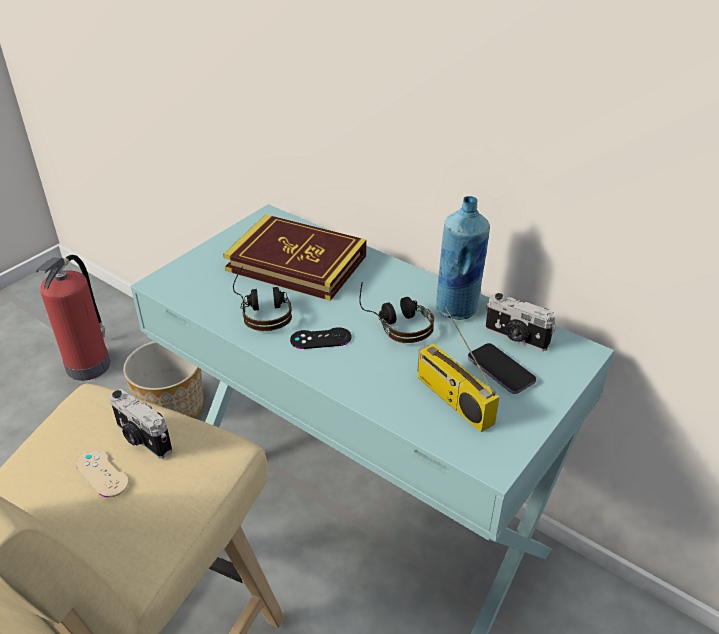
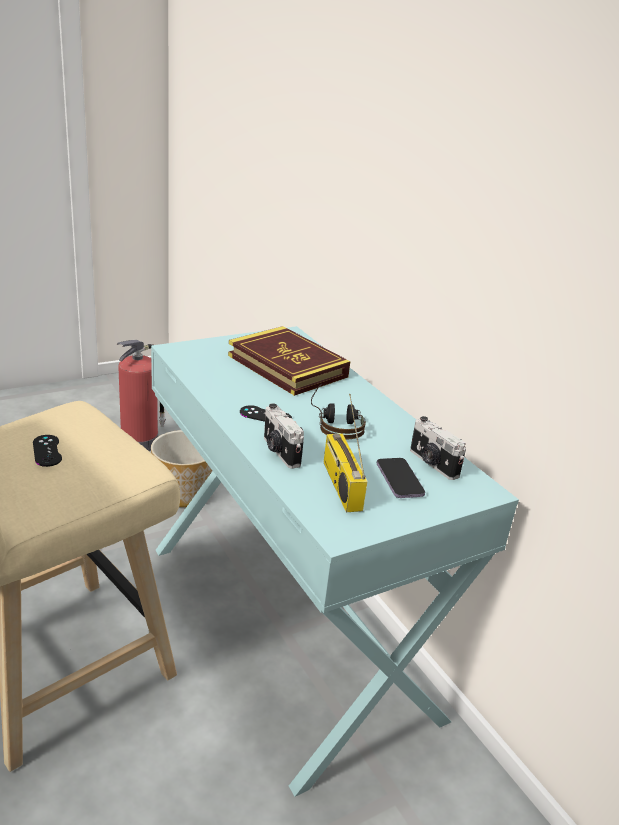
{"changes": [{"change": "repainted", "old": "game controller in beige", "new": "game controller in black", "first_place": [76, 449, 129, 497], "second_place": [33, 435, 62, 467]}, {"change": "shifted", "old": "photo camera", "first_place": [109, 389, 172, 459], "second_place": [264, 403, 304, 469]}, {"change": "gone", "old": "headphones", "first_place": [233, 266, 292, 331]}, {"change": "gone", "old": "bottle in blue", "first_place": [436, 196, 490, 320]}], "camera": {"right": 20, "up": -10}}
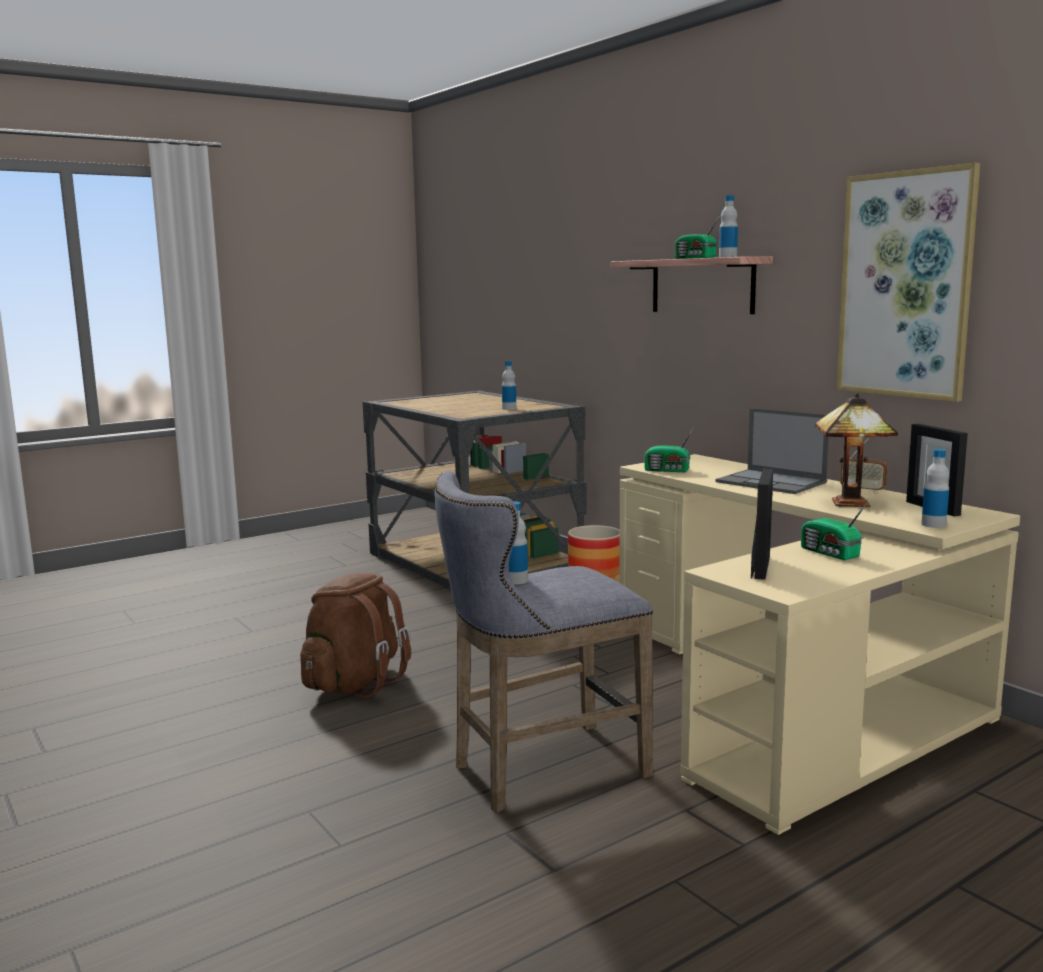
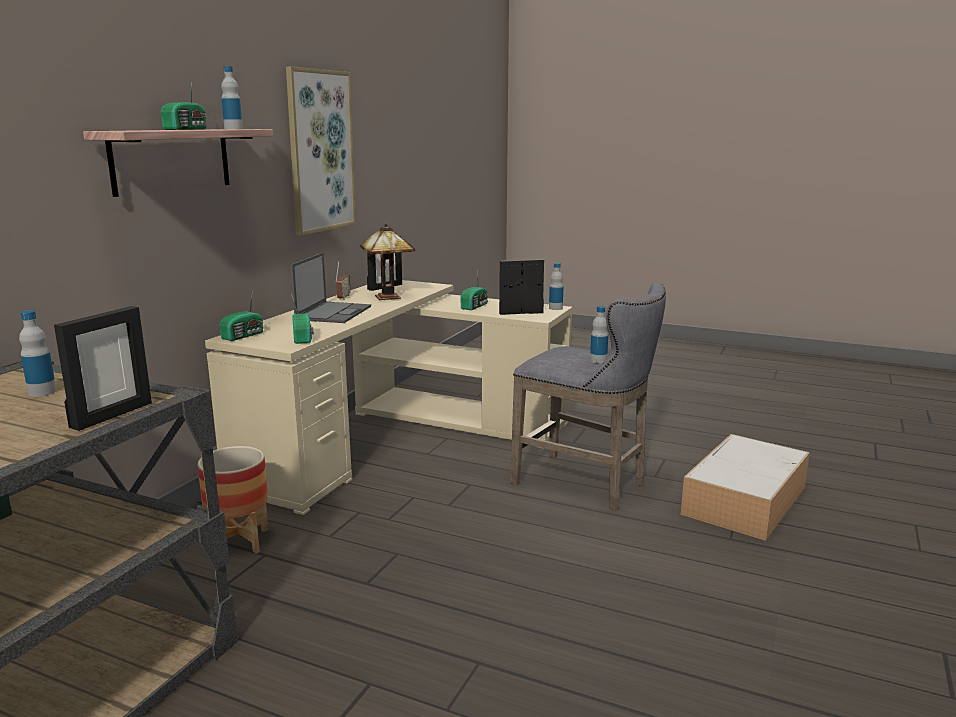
{"changes": [{"change": "gone", "old": "backpack in brown", "first_place": [300, 573, 411, 697]}, {"change": "shifted", "old": "bottle", "first_place": [921, 449, 949, 528], "second_place": [549, 262, 563, 310]}, {"change": "new", "new": "picture frame", "second_place": [54, 306, 152, 431]}, {"change": "new", "new": "radio", "second_place": [219, 290, 263, 341]}, {"change": "new", "new": "storage box", "second_place": [681, 434, 810, 541]}], "camera": {"right": -120, "up": 5}}
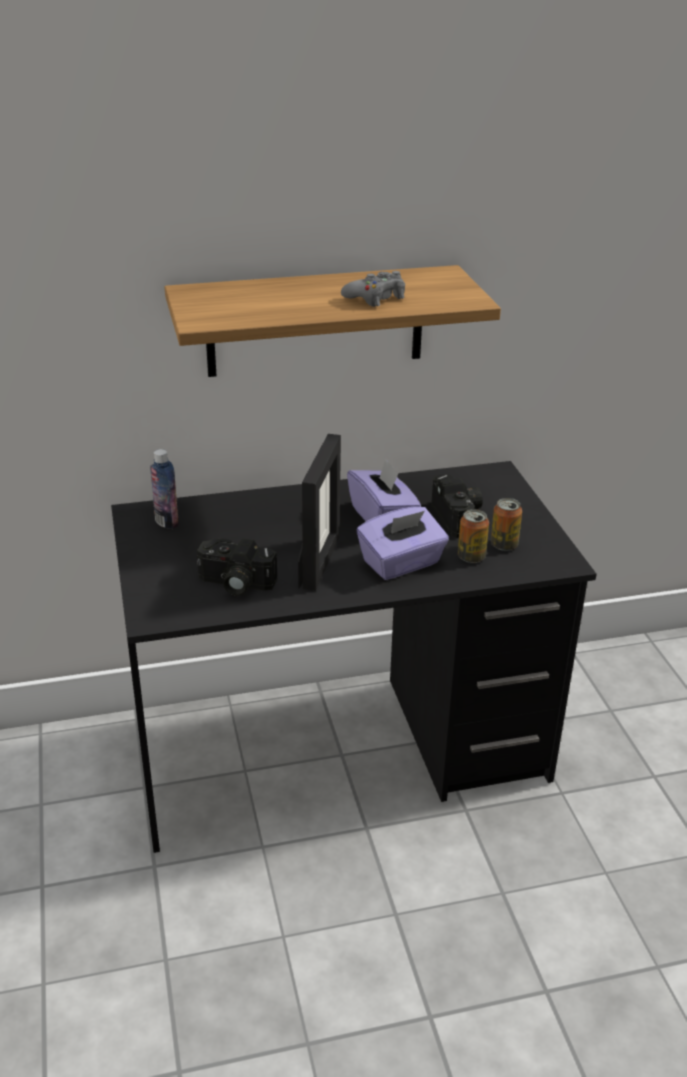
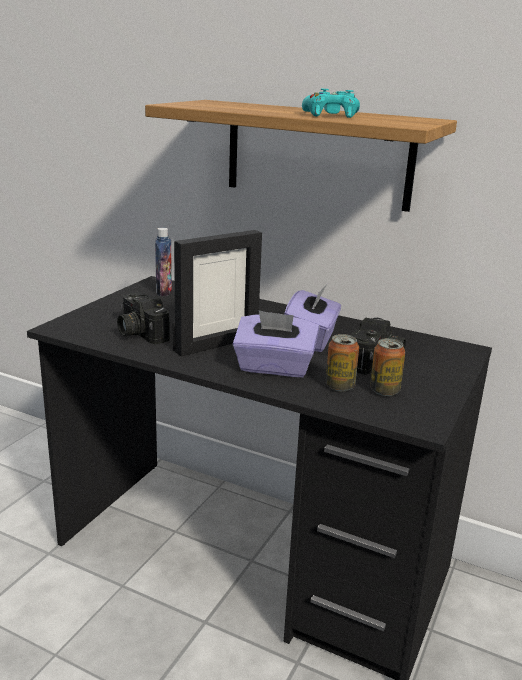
{"changes": [{"change": "repainted", "old": "game controller in grey", "new": "game controller in turquoise", "first_place": [341, 271, 405, 307], "second_place": [302, 89, 360, 118]}], "camera": {"right": 40, "up": -10}}
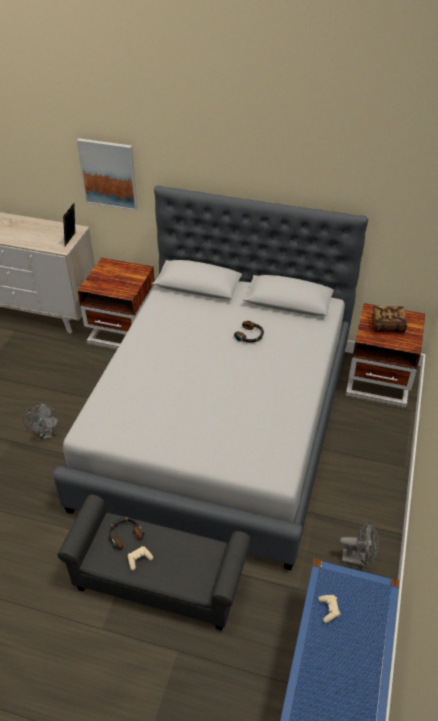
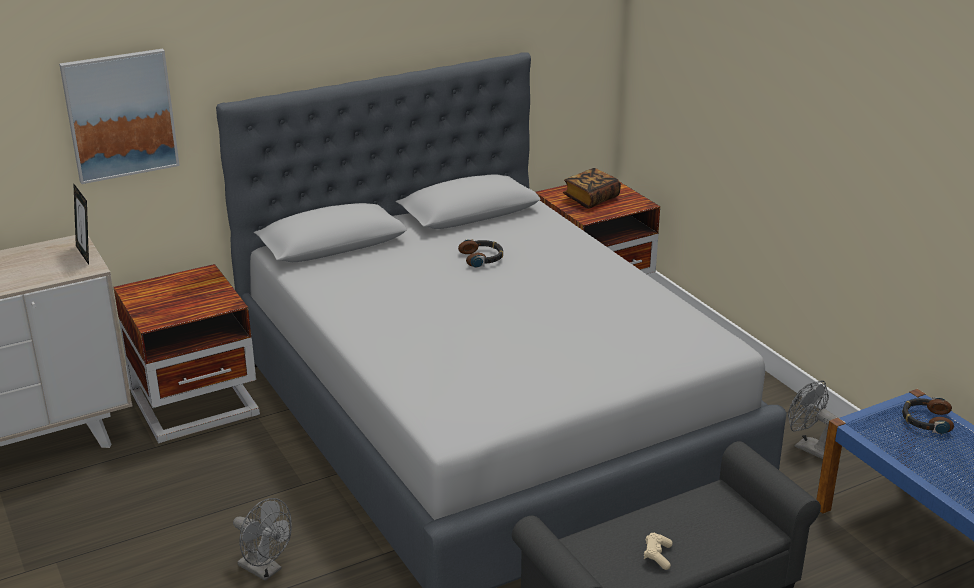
{"changes": [{"change": "shifted", "old": "headphones", "first_place": [108, 517, 144, 550], "second_place": [902, 397, 954, 434]}, {"change": "gone", "old": "game controller in beige", "first_place": [318, 595, 341, 623]}, {"change": "rotated", "old": "fan in grey", "first_place": [340, 522, 379, 567], "second_place": [788, 380, 838, 459], "degrees": -105}], "camera": {"right": -45, "up": -15}}
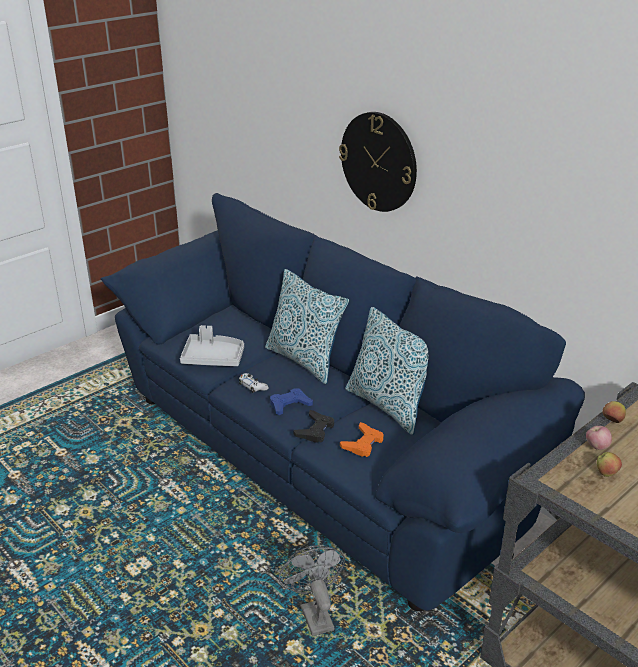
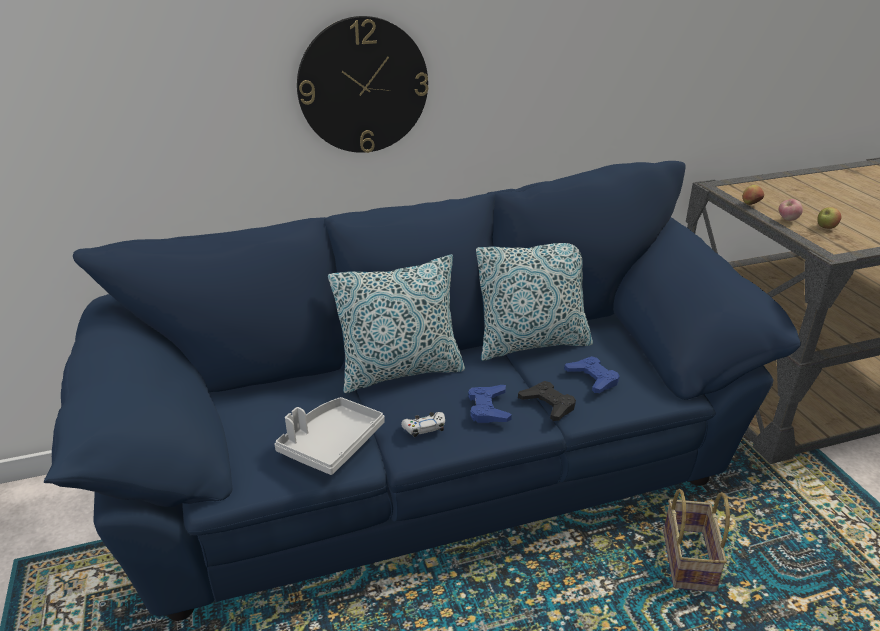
{"changes": [{"change": "swapped", "old": "fan in grey", "new": "basket", "first_place": [279, 545, 345, 636], "second_place": [663, 489, 730, 592]}, {"change": "repainted", "old": "game controller in orange", "new": "game controller in blue", "first_place": [340, 422, 384, 457], "second_place": [564, 356, 620, 393]}], "camera": {"right": -65, "up": 0}}
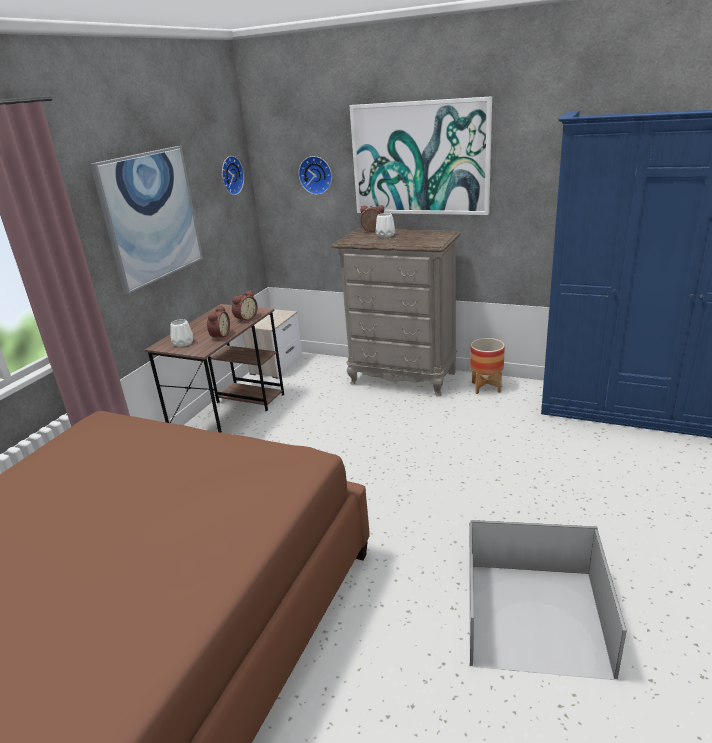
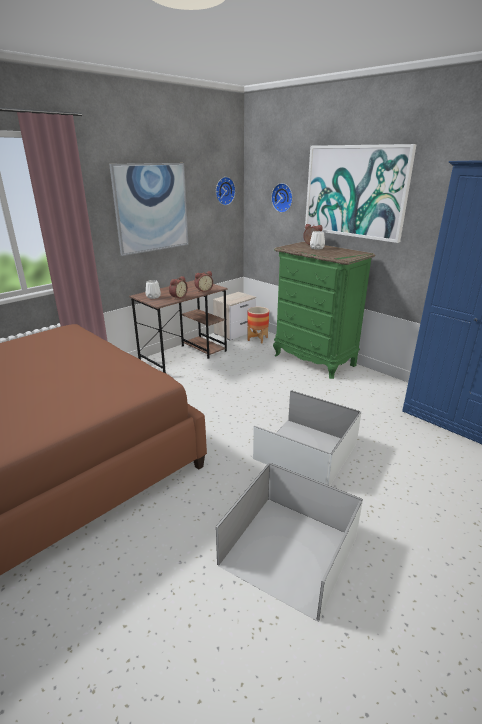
{"changes": [{"change": "repainted", "old": "dresser in beige", "new": "dresser in green", "first_place": [332, 229, 461, 397], "second_place": [273, 242, 375, 379]}, {"change": "shifted", "old": "planter", "first_place": [470, 338, 505, 394], "second_place": [247, 307, 269, 343]}, {"change": "new", "new": "storage box in white", "second_place": [253, 390, 362, 486]}], "camera": {"right": 20, "up": 0}}
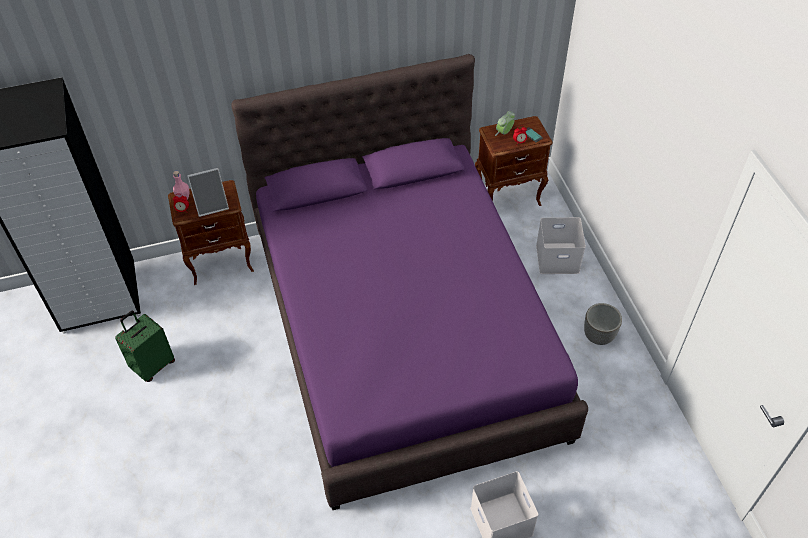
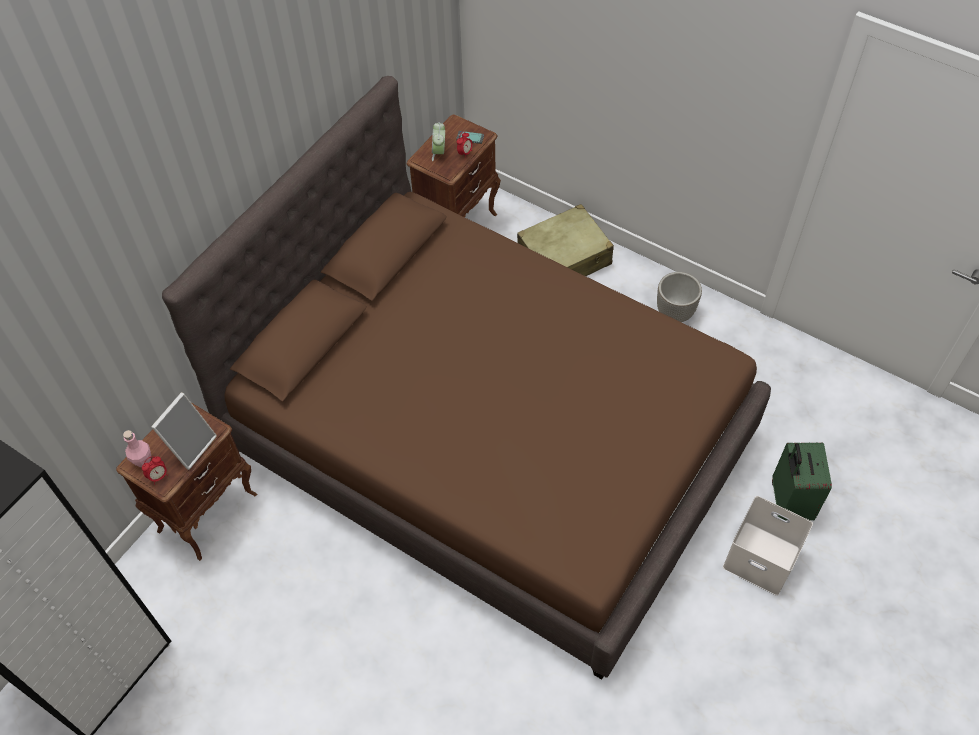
{"changes": [{"change": "shifted", "old": "suitcase in green", "first_place": [115, 311, 175, 382], "second_place": [772, 443, 832, 521]}, {"change": "repainted", "old": "bed in purple", "new": "bed in brown", "first_place": [231, 54, 588, 510], "second_place": [162, 76, 771, 680]}, {"change": "swapped", "old": "storage box in white", "new": "suitcase in beige", "first_place": [536, 217, 586, 274], "second_place": [517, 204, 614, 276]}], "camera": {"right": -40, "up": 5}}
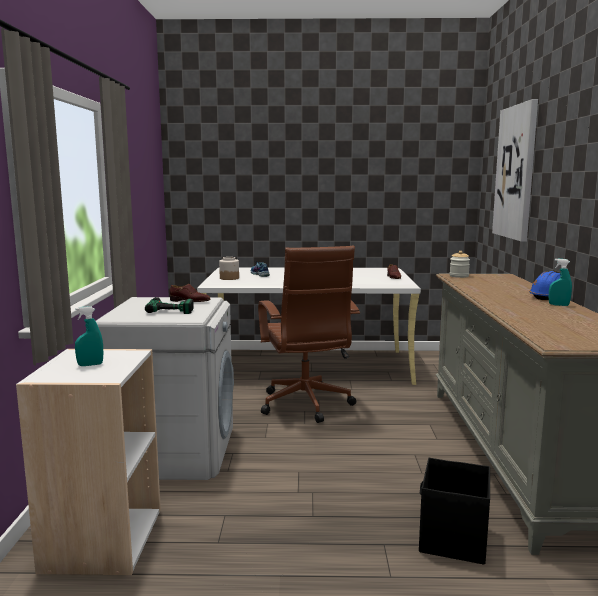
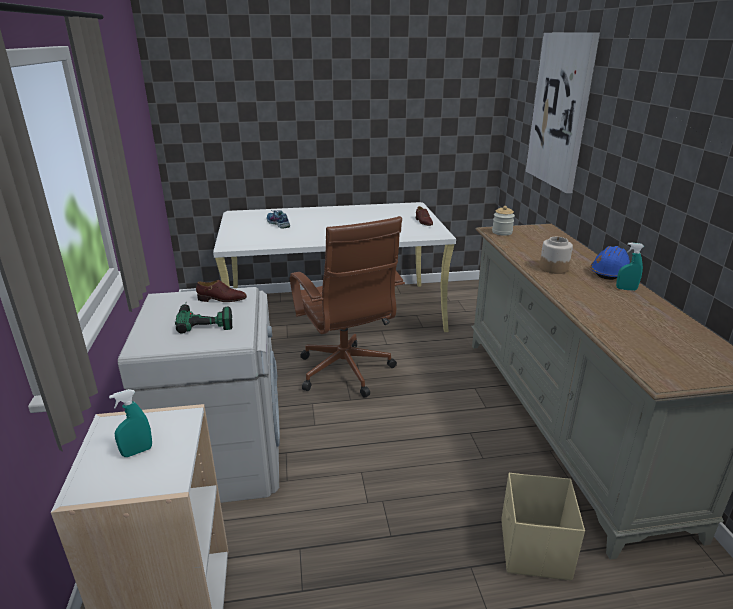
{"changes": [{"change": "shifted", "old": "jar", "first_place": [219, 257, 239, 280], "second_place": [539, 237, 573, 274]}, {"change": "repainted", "old": "storage box in black", "new": "storage box in beige", "first_place": [419, 458, 490, 564], "second_place": [501, 473, 585, 580]}], "camera": {"right": -10, "up": 15}}
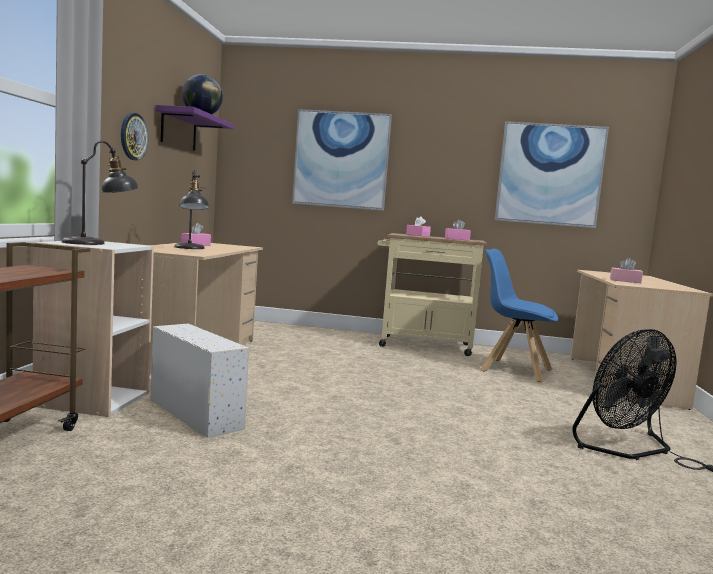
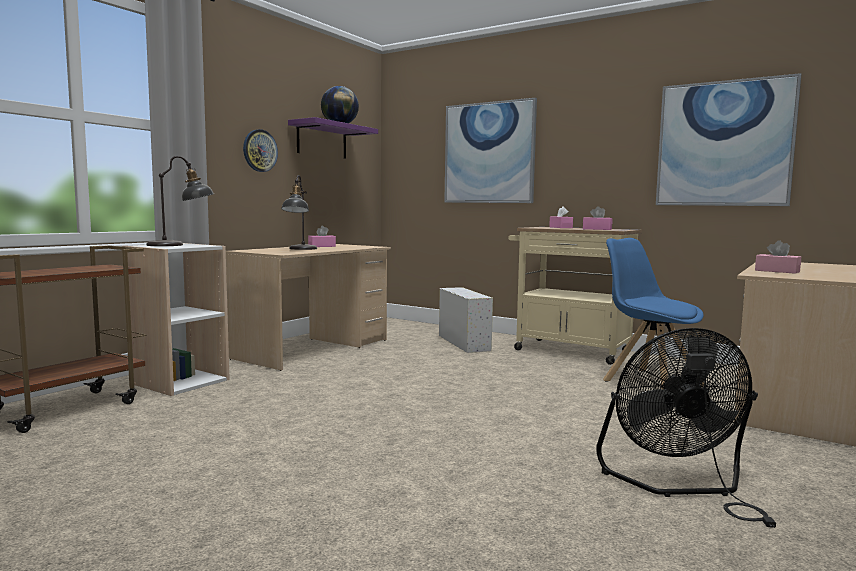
{"changes": [{"change": "shifted", "old": "storage box in white", "first_place": [151, 324, 249, 438], "second_place": [439, 287, 493, 353]}], "camera": {"right": 25, "up": 0}}
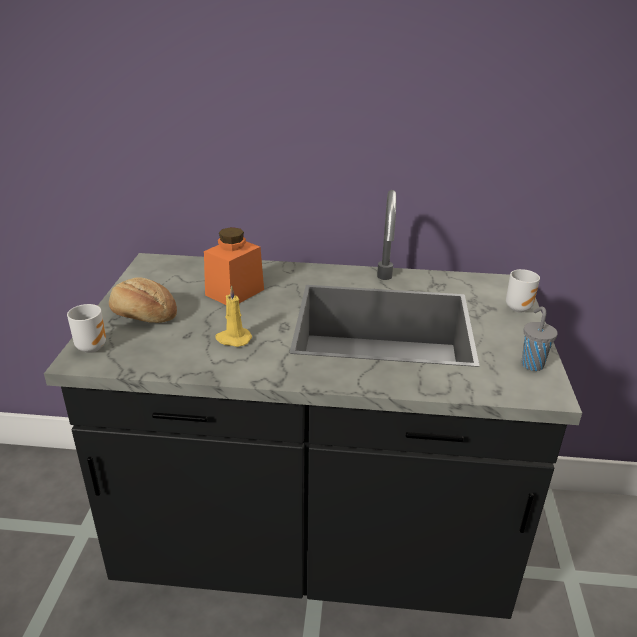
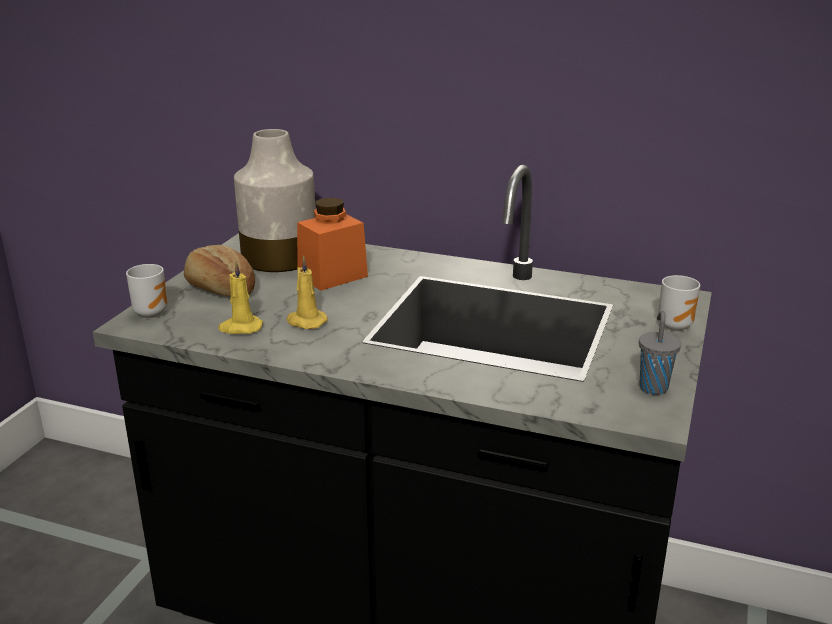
{"changes": [{"change": "new", "new": "candle in yellow", "second_place": [218, 261, 263, 334]}, {"change": "new", "new": "vase in beige", "second_place": [234, 129, 315, 272]}], "camera": {"right": 15, "up": -5}}
